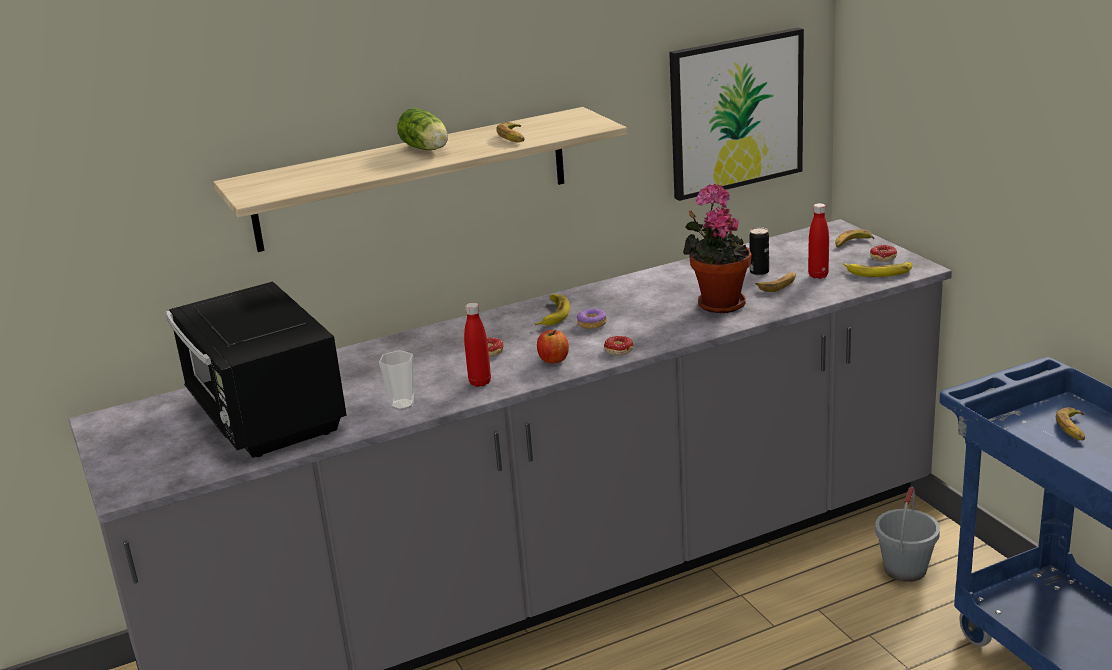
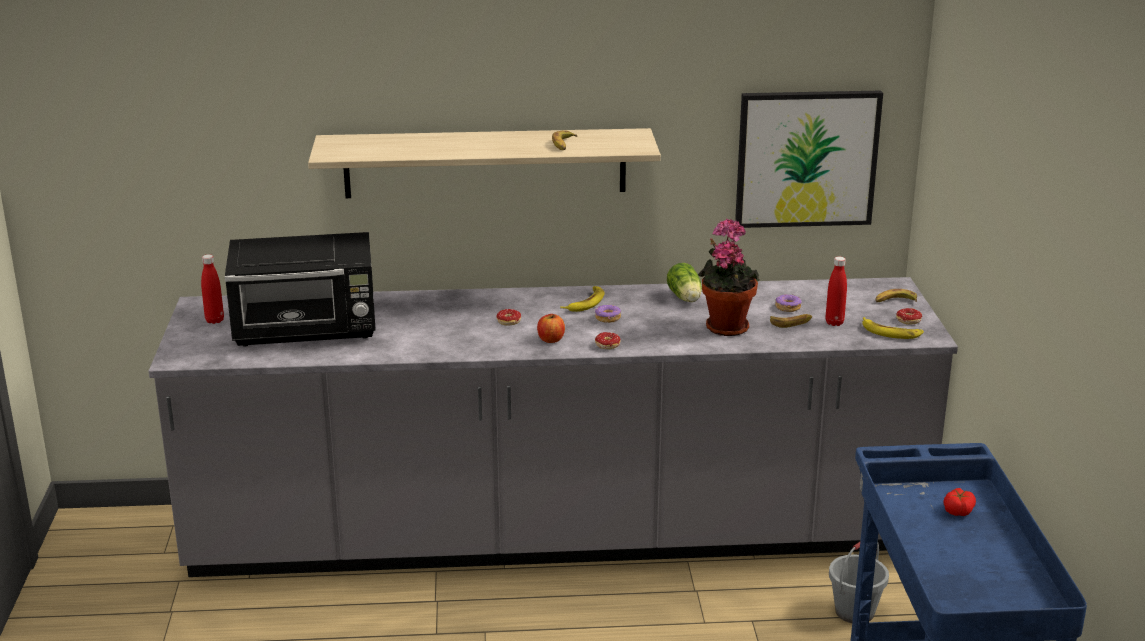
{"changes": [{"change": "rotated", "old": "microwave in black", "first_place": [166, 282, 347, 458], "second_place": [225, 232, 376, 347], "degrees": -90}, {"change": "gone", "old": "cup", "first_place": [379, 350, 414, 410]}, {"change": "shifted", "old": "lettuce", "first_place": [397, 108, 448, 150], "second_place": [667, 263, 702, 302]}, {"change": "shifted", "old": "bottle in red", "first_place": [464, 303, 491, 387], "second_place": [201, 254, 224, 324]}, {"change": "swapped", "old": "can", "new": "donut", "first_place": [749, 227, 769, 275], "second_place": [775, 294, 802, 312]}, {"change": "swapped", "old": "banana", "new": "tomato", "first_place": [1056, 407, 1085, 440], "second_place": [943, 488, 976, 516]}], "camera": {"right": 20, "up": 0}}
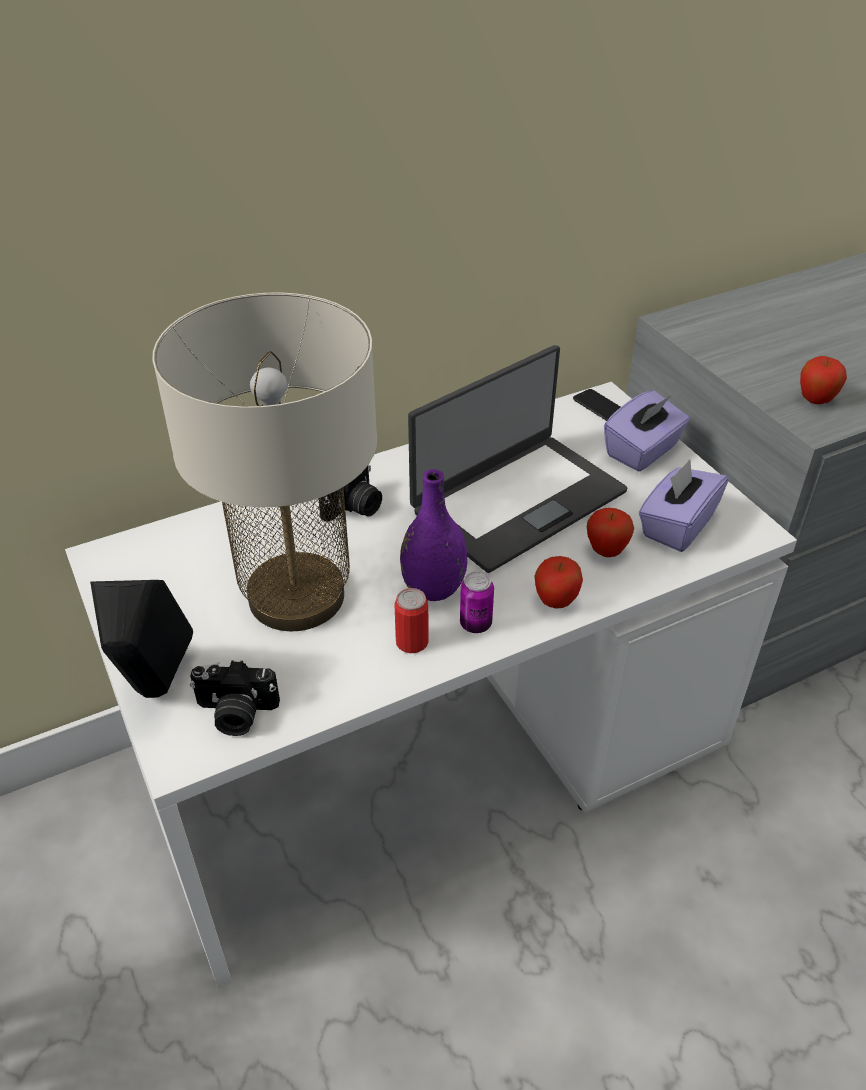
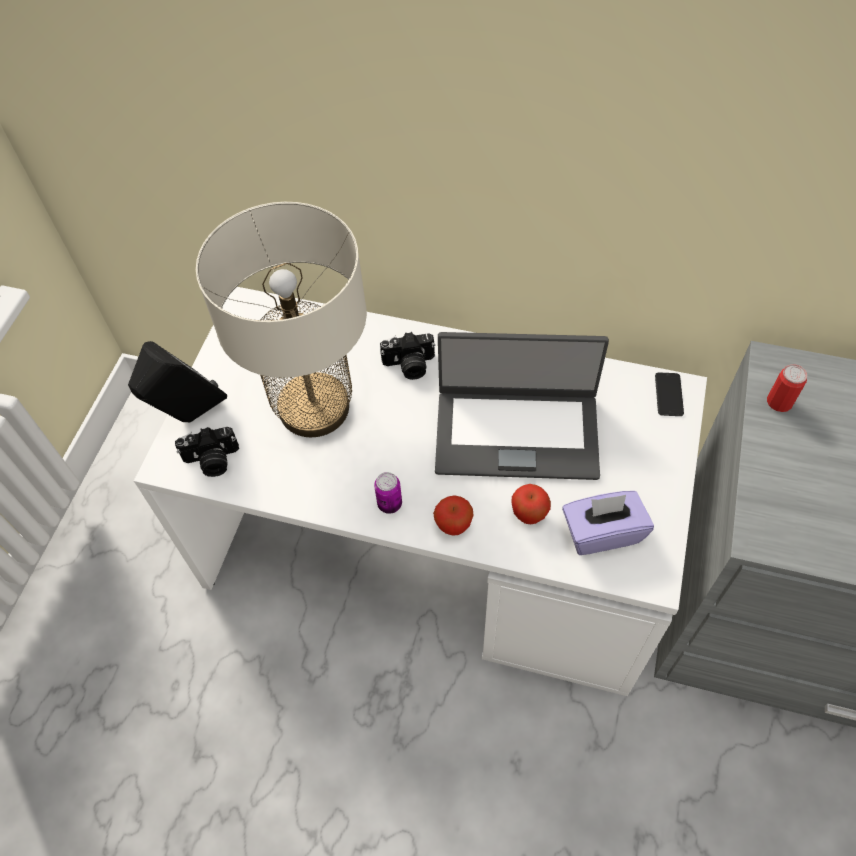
{"changes": [{"change": "rotated", "old": "photo camera", "first_place": [190, 660, 280, 736], "second_place": [175, 427, 239, 477], "degrees": -60}, {"change": "shifted", "old": "can", "first_place": [394, 588, 429, 653], "second_place": [767, 364, 807, 412]}, {"change": "gone", "old": "vase in purple", "first_place": [400, 469, 467, 601]}, {"change": "gone", "old": "tissue box in purple", "first_place": [604, 390, 690, 471]}, {"change": "gone", "old": "apple", "first_place": [800, 356, 847, 404]}], "camera": {"right": 45, "up": 15}}
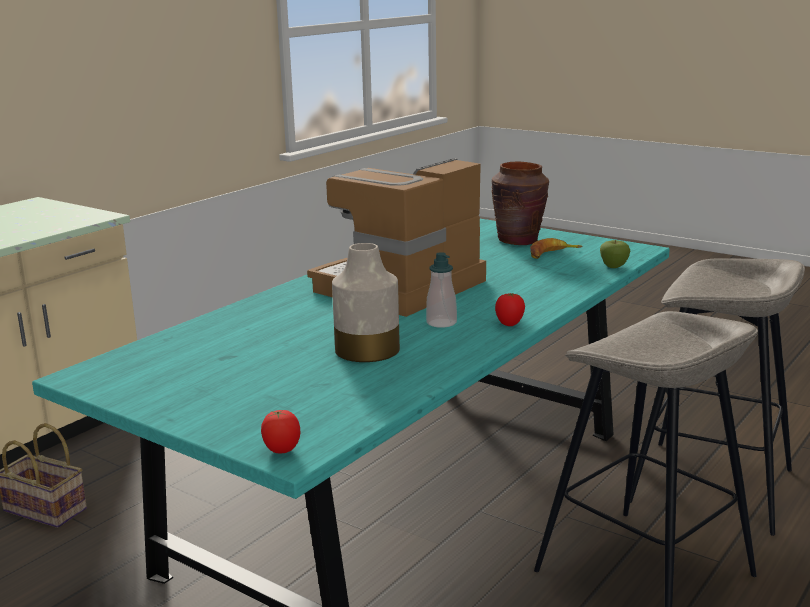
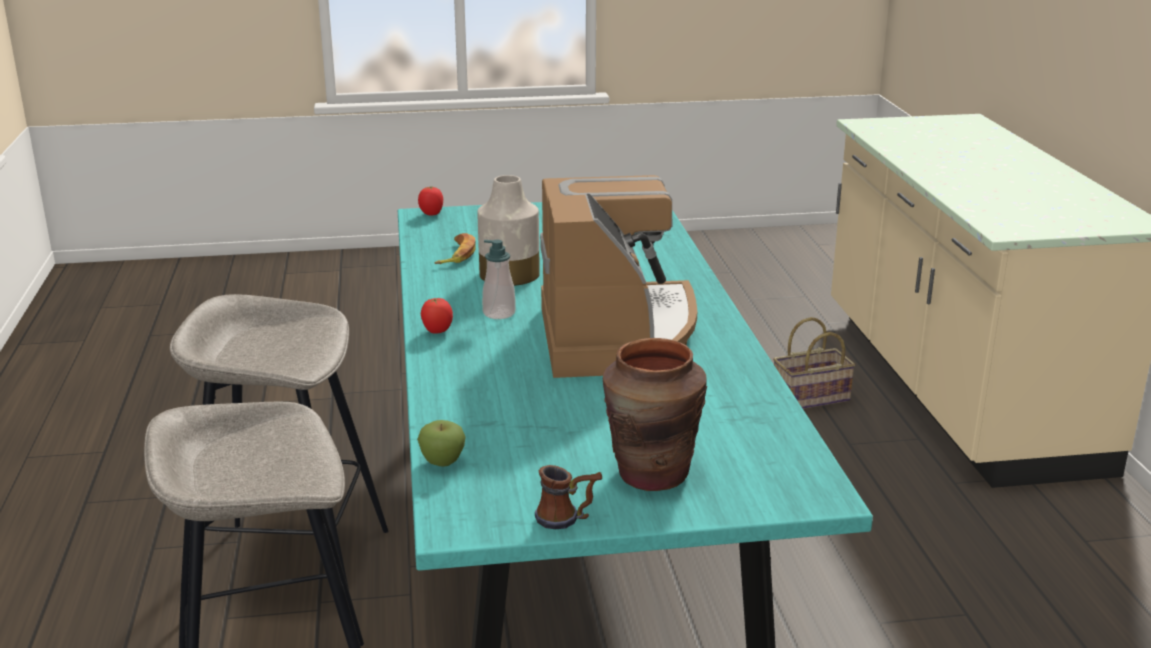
{"changes": [{"change": "shifted", "old": "banana", "first_place": [530, 238, 583, 259], "second_place": [435, 233, 476, 264]}, {"change": "new", "new": "mug", "second_place": [535, 465, 602, 529]}], "camera": {"right": 135, "up": 5}}
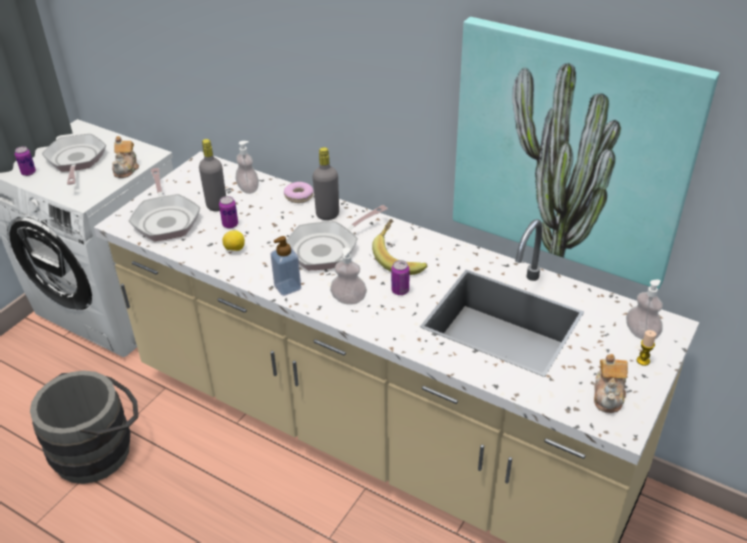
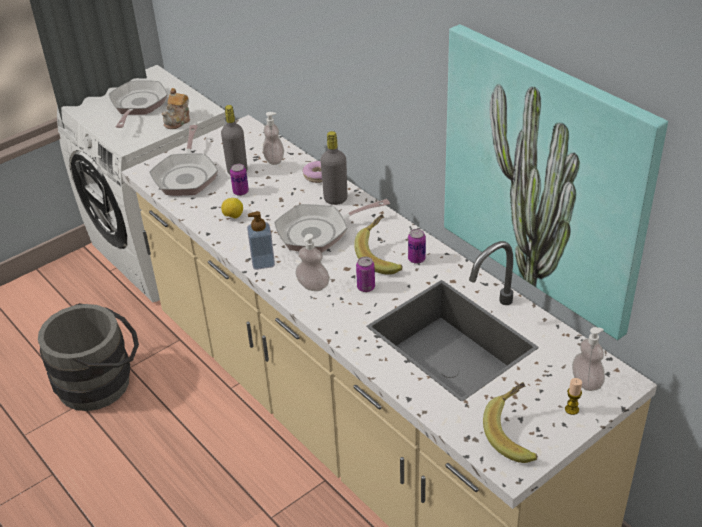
{"changes": [{"change": "shifted", "old": "can", "first_place": [15, 146, 36, 176], "second_place": [408, 229, 426, 264]}, {"change": "swapped", "old": "teapot", "new": "banana", "first_place": [594, 354, 628, 413], "second_place": [483, 382, 538, 463]}], "camera": {"right": 20, "up": 0}}
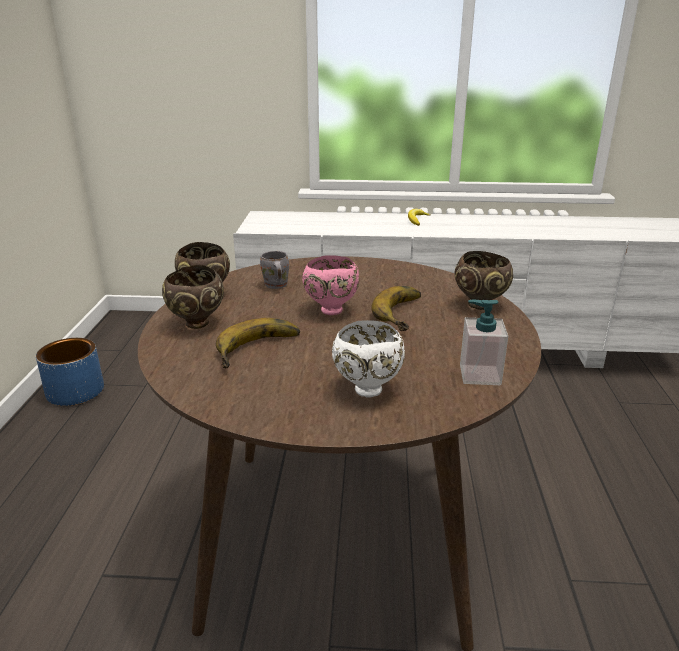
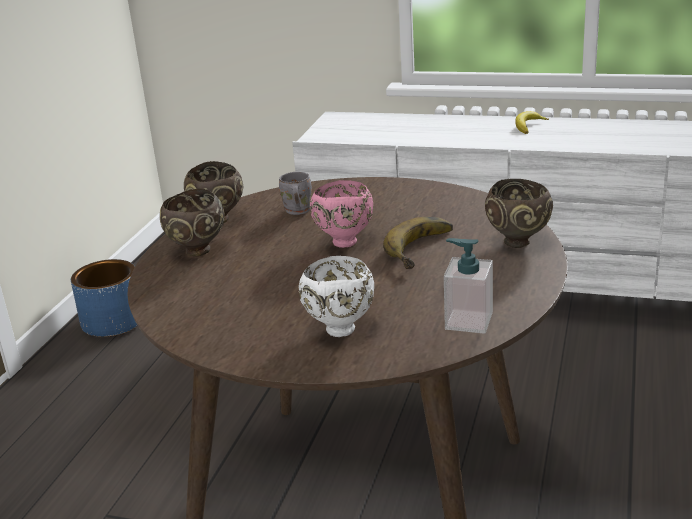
{"changes": [{"change": "gone", "old": "banana", "first_place": [216, 318, 300, 368]}], "camera": {"right": 15, "up": 0}}
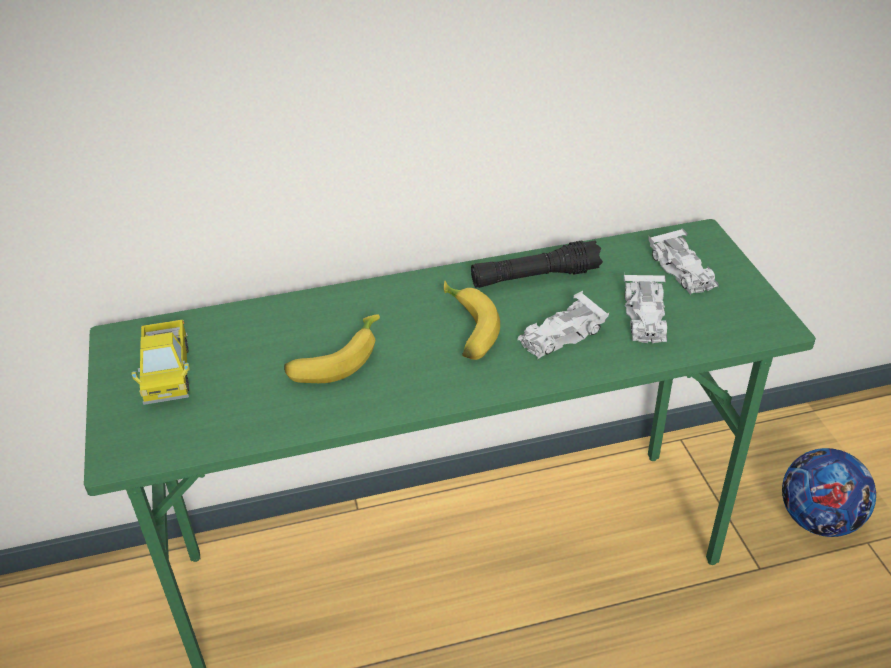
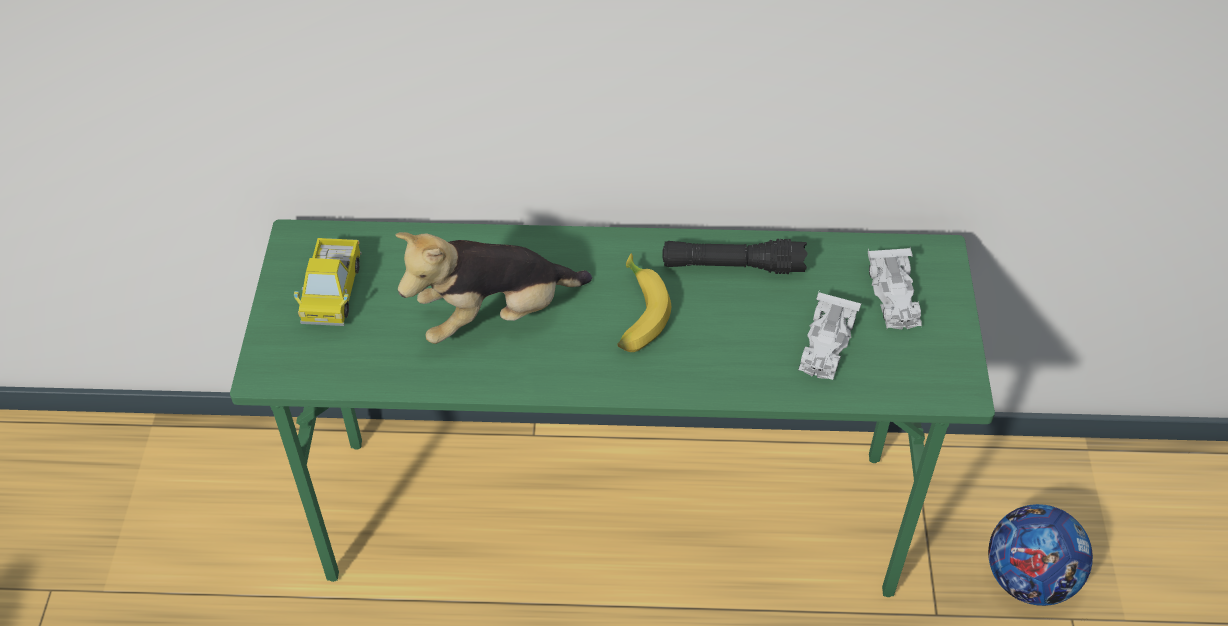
{"changes": [{"change": "swapped", "old": "banana", "new": "plush toy", "first_place": [284, 314, 380, 383], "second_place": [395, 232, 592, 344]}, {"change": "gone", "old": "toy car in white", "first_place": [517, 291, 609, 359]}], "camera": {"right": 15, "up": 10}}
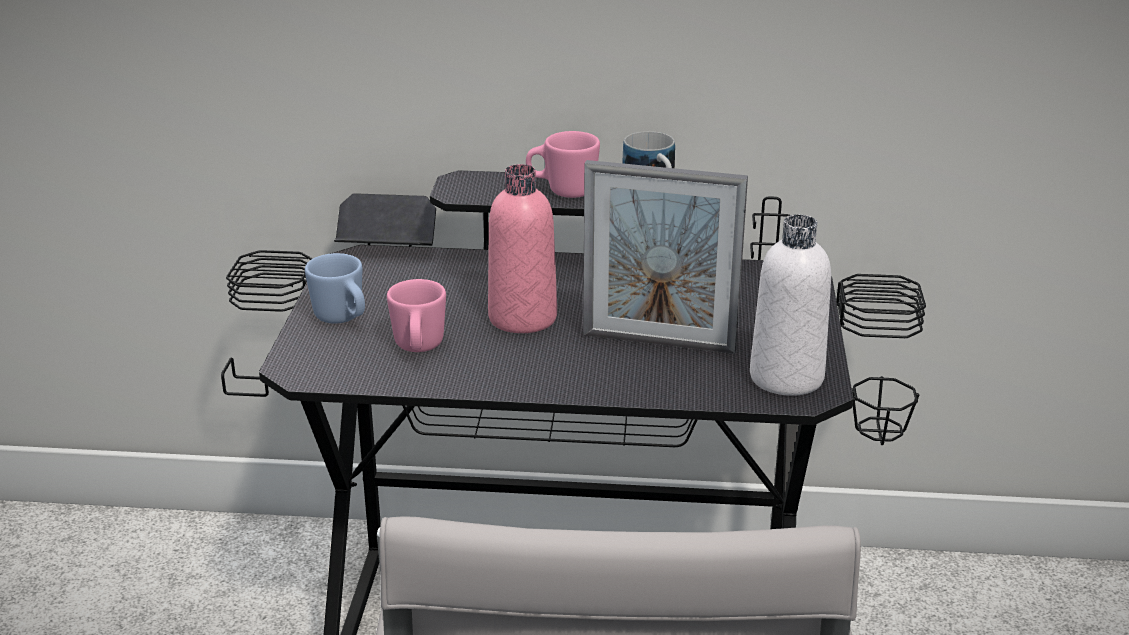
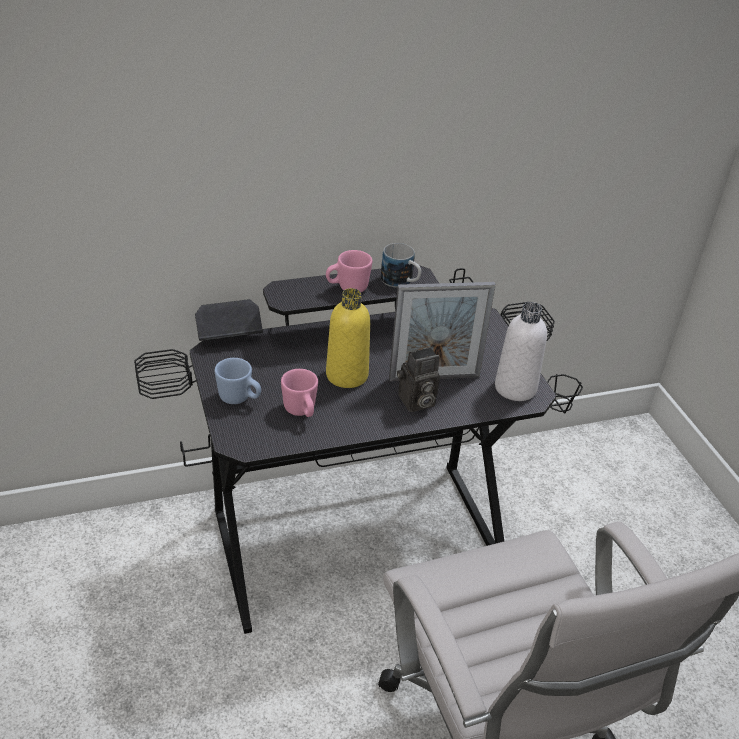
{"changes": [{"change": "repainted", "old": "bottle in pink", "new": "bottle in yellow", "first_place": [488, 164, 557, 333], "second_place": [326, 288, 370, 388]}, {"change": "new", "new": "photo camera", "second_place": [397, 347, 440, 412]}], "camera": {"right": -25, "up": 10}}
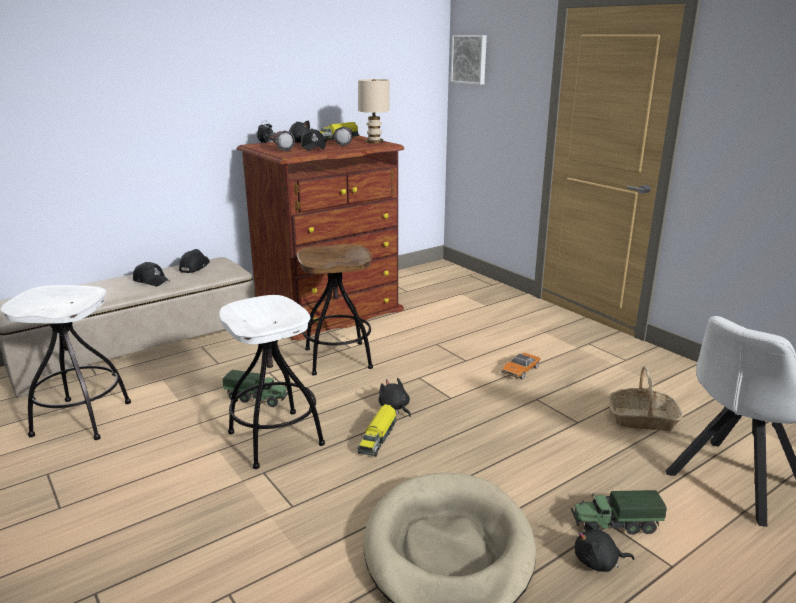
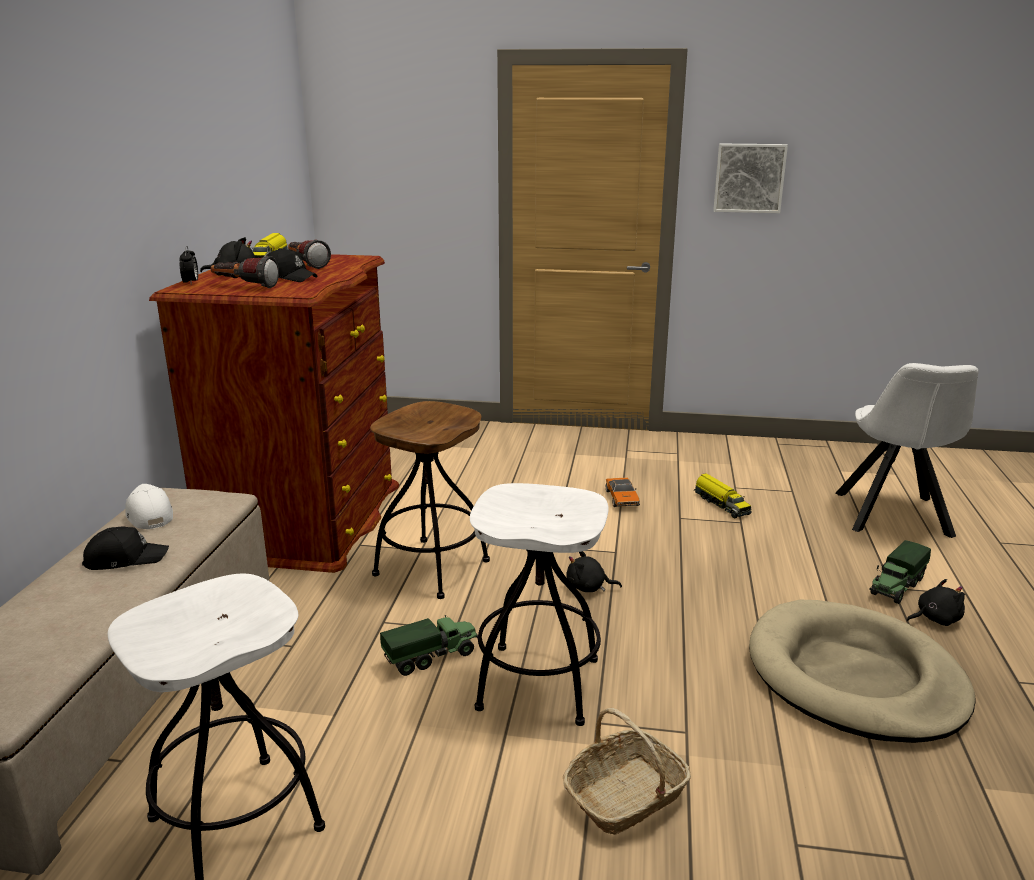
{"changes": [{"change": "repainted", "old": "cap in black", "new": "cap in white", "first_place": [179, 249, 210, 273], "second_place": [125, 484, 173, 529]}, {"change": "shifted", "old": "toy truck", "first_place": [357, 404, 397, 457], "second_place": [694, 473, 752, 519]}, {"change": "gone", "old": "table lamp in beige", "first_place": [358, 79, 390, 143]}, {"change": "shifted", "old": "picture", "first_place": [451, 35, 487, 85], "second_place": [713, 144, 788, 213]}, {"change": "rotated", "old": "plush toy in black", "first_place": [575, 522, 635, 572], "second_place": [906, 579, 965, 626], "degrees": -150}, {"change": "shifted", "old": "basket", "first_place": [608, 366, 683, 431], "second_place": [563, 708, 691, 835]}], "camera": {"right": -45, "up": 0}}
